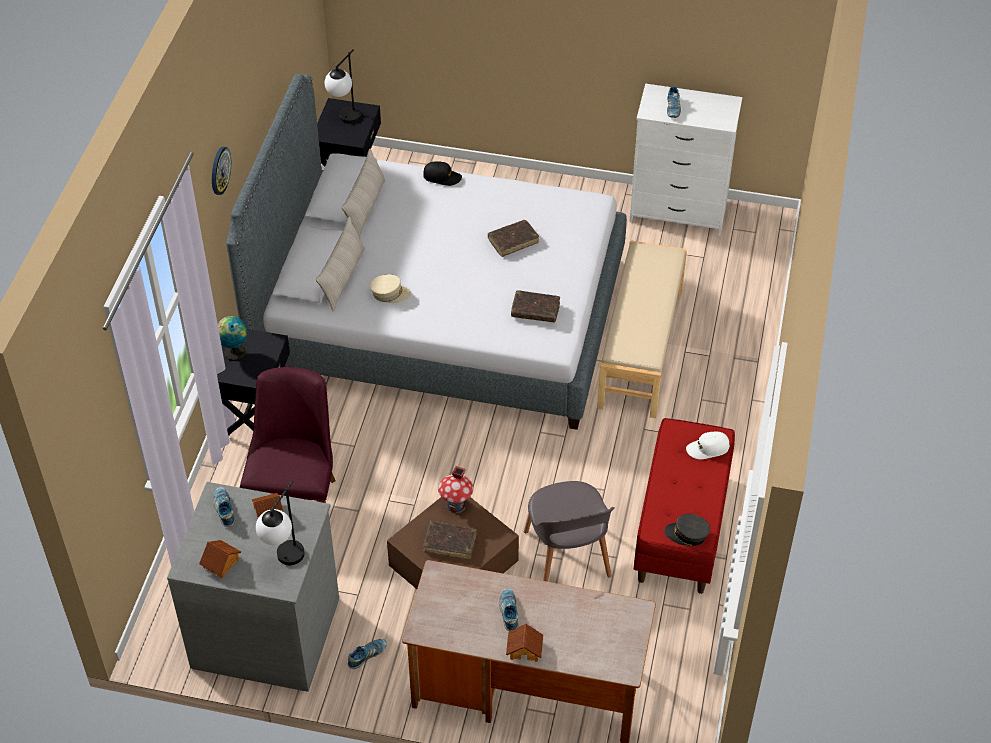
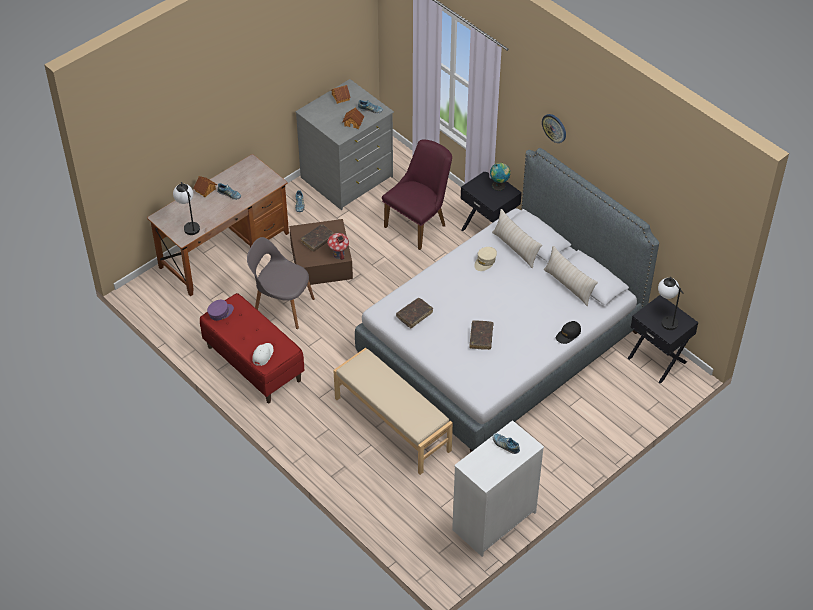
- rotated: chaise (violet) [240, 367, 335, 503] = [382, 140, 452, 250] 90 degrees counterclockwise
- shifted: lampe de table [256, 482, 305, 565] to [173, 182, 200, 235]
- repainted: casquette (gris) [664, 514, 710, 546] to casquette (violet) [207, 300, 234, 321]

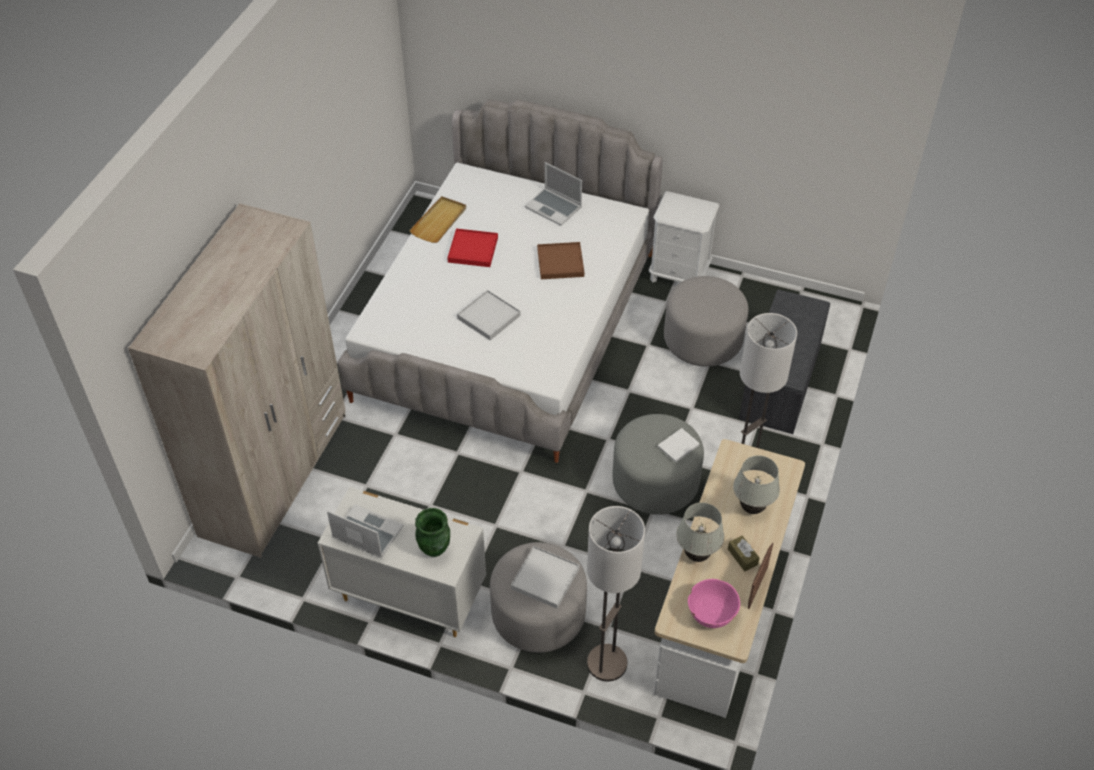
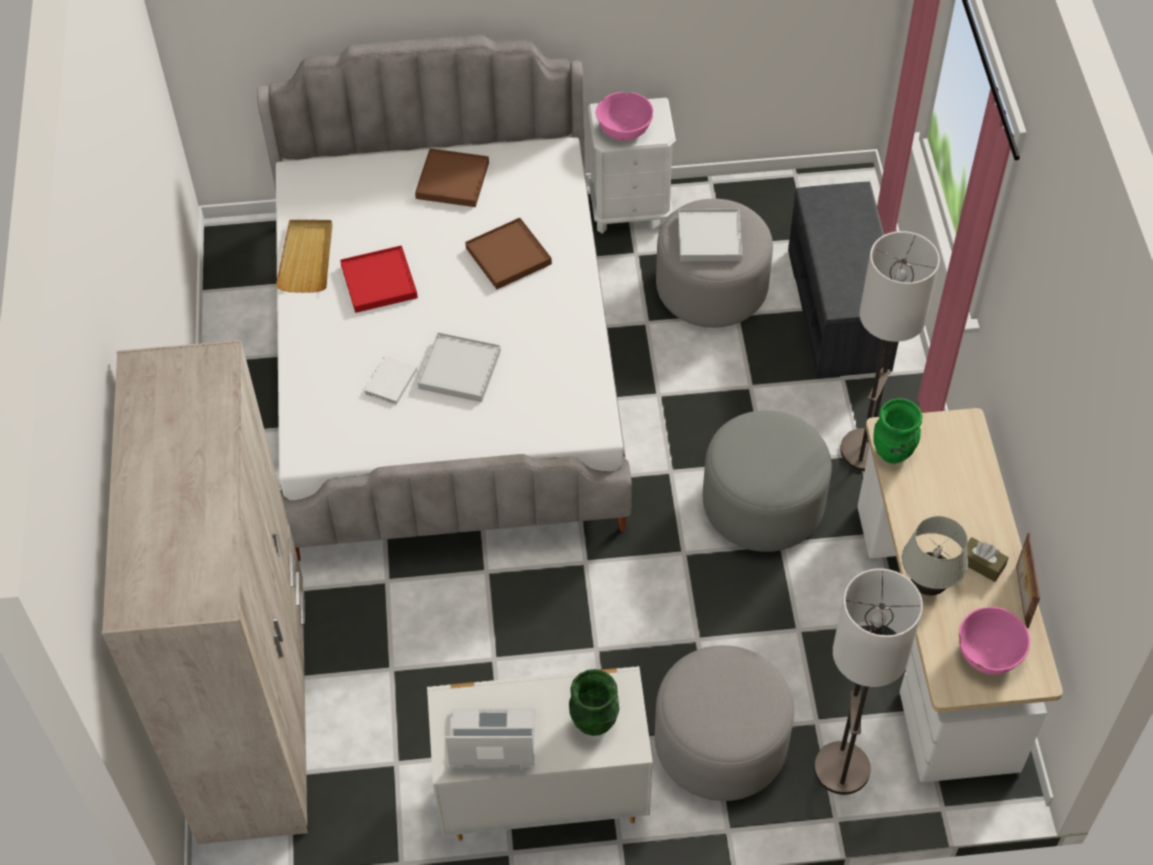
- swapped: ordinateur portable [525, 162, 582, 226] to plateau (marron) [415, 148, 489, 207]
- shifted: livre (blanc) [657, 428, 699, 463] to [364, 355, 417, 405]
- gone: lampe de table (blanc) [733, 455, 780, 514]
- shifted: plateau (blanc) [511, 546, 580, 609] to [678, 209, 742, 261]
- new: bol (rose) [596, 92, 653, 141]
- new: vase (vert) [873, 398, 923, 464]

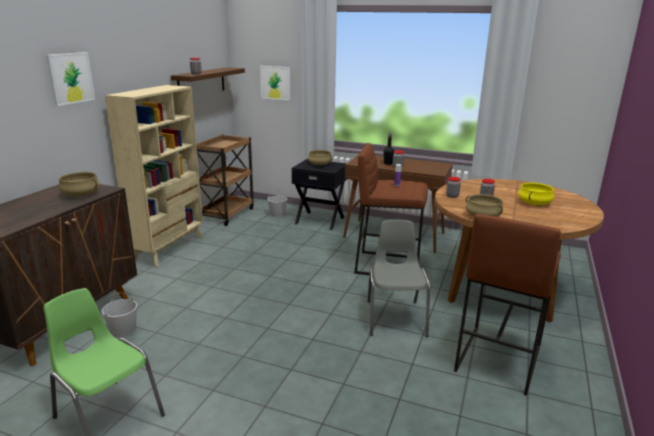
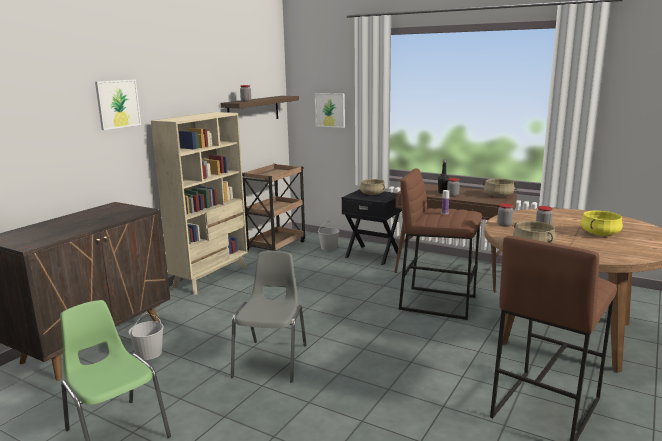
- shifted: marmite (beige) [59, 172, 99, 196] to [483, 179, 518, 197]
- shifted: chaise (gris) [368, 220, 430, 337] to [231, 251, 307, 383]

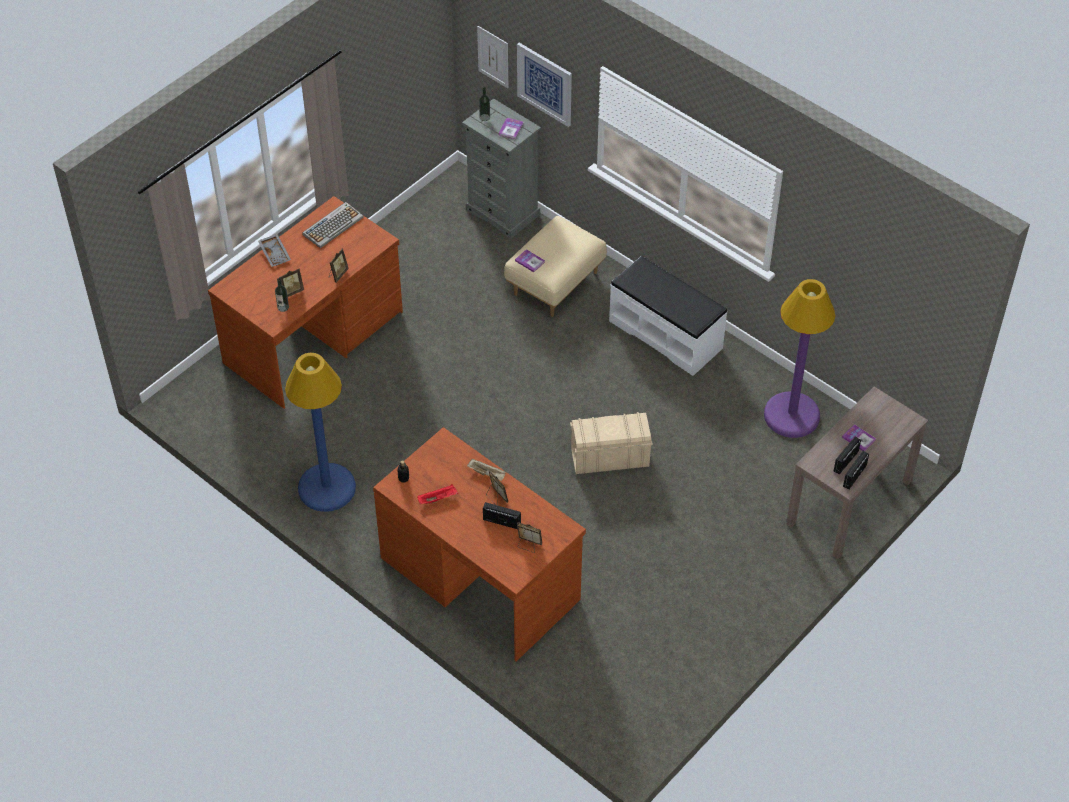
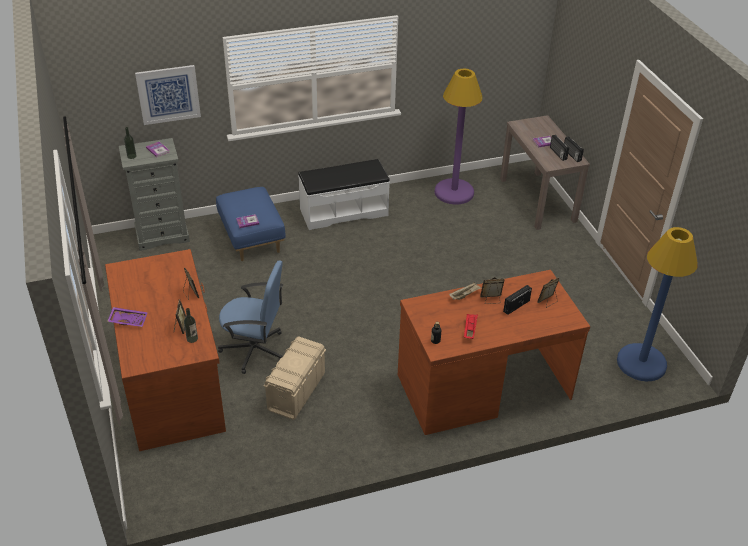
- gone: tableau [477, 26, 508, 88]
- gone: clavier [302, 202, 363, 248]
- repainted: pouf (beige) [504, 216, 607, 317] to pouf (bleu) [216, 187, 286, 261]
- repainted: plateau (gris) [258, 234, 291, 267] to plateau (violet) [107, 307, 148, 327]
- shifted: lampadaire (bleu) [285, 353, 356, 512] to [617, 227, 698, 381]
- shifted: boîte de rangement (beige) [570, 412, 653, 474] to [263, 336, 326, 420]
- new: chaise de bureau (bleu) [218, 261, 283, 374]

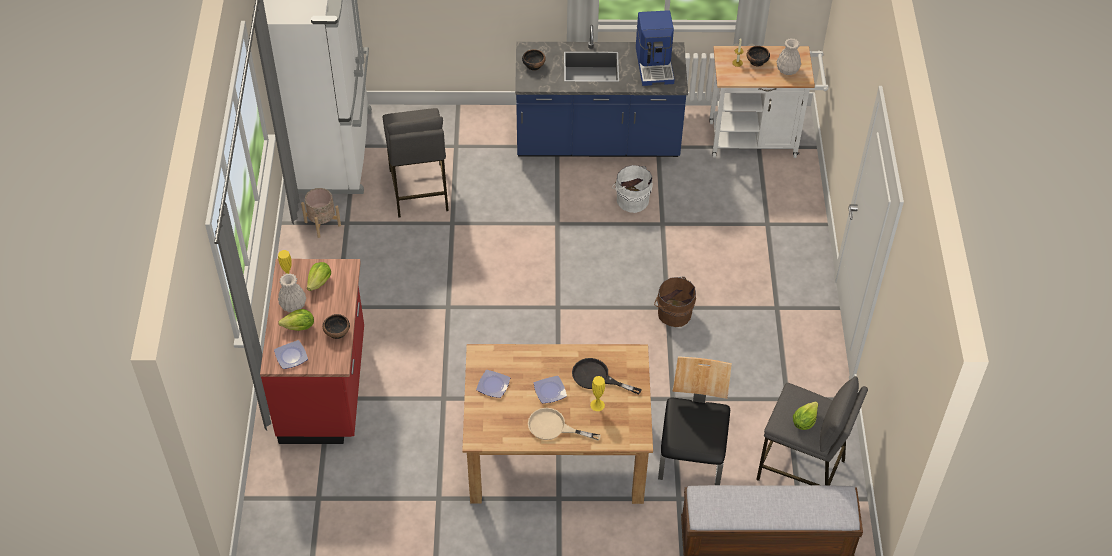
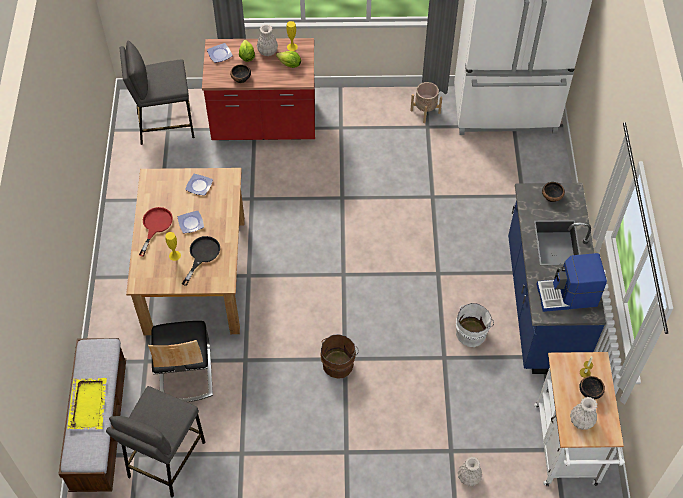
- shifted: tabouret (gris) [382, 108, 449, 218] to [120, 41, 195, 145]
- rotated: chaise [658, 356, 732, 485] = [148, 321, 213, 402] 75 degrees clockwise
- gone: laitue [793, 401, 818, 430]
- repainted: poêle (beige) [528, 408, 601, 441] to poêle (rouge) [139, 207, 173, 256]
- new: plateau (jaune) [67, 378, 107, 429]
- new: vase (blanc) [458, 457, 482, 486]

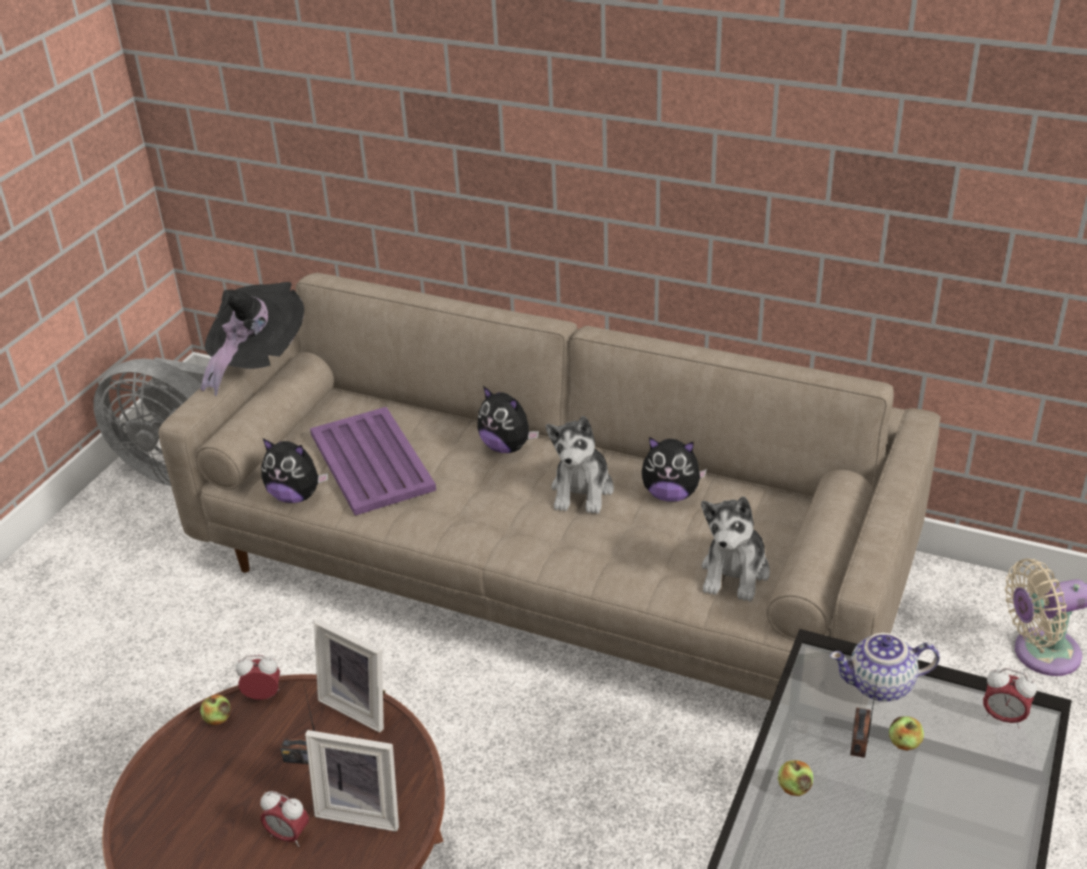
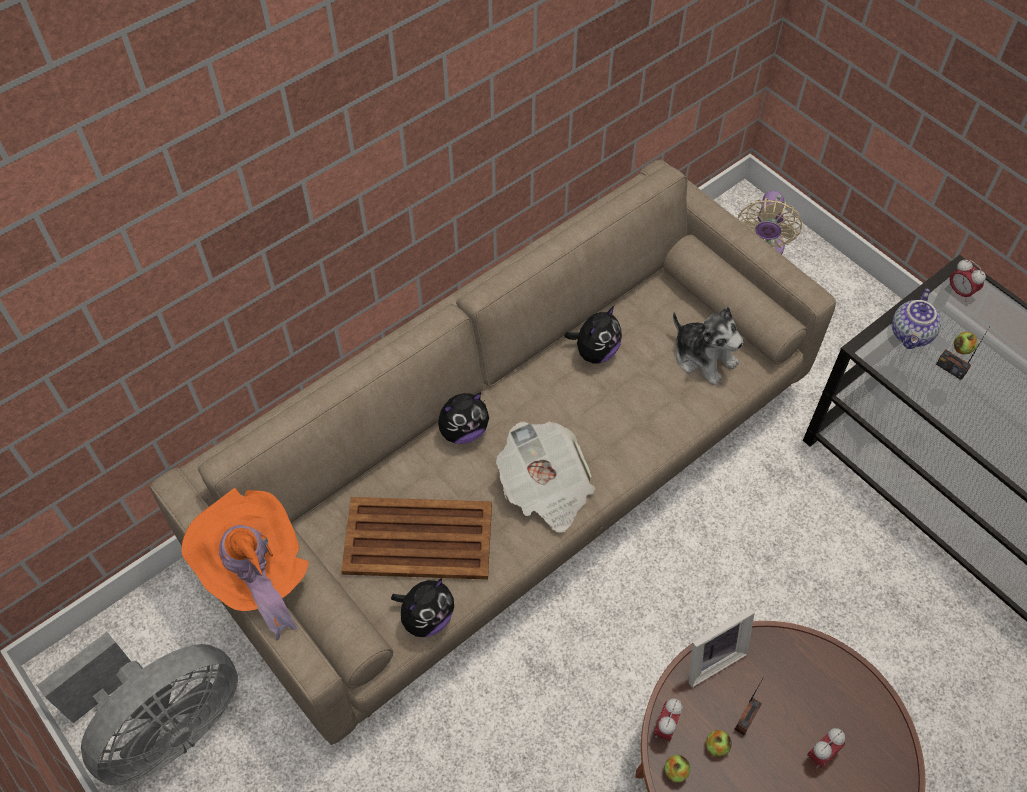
- repainted: chapeau (noir) [200, 282, 304, 396] to chapeau (orange) [181, 488, 309, 641]
- repainted: plateau (violet) [310, 407, 436, 516] to plateau (marron) [341, 497, 492, 580]
- gone: peluche [546, 416, 614, 514]
- rotated: réveil [983, 668, 1037, 729] = [948, 259, 986, 302] 90 degrees clockwise
- gone: cadre photo [305, 730, 399, 832]
- shifted: pomme [778, 760, 813, 796] to [706, 730, 732, 757]
- new: journal [496, 421, 595, 533]

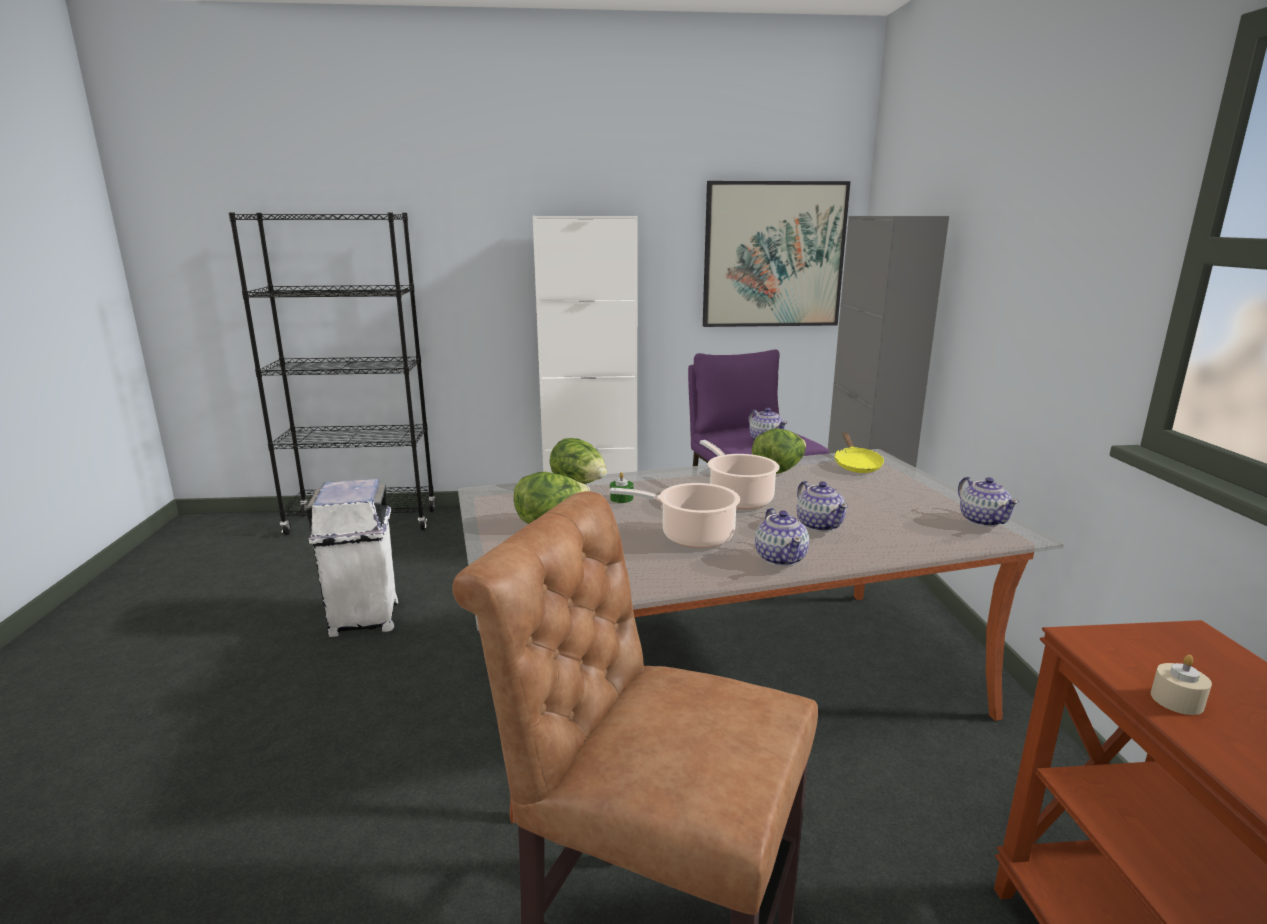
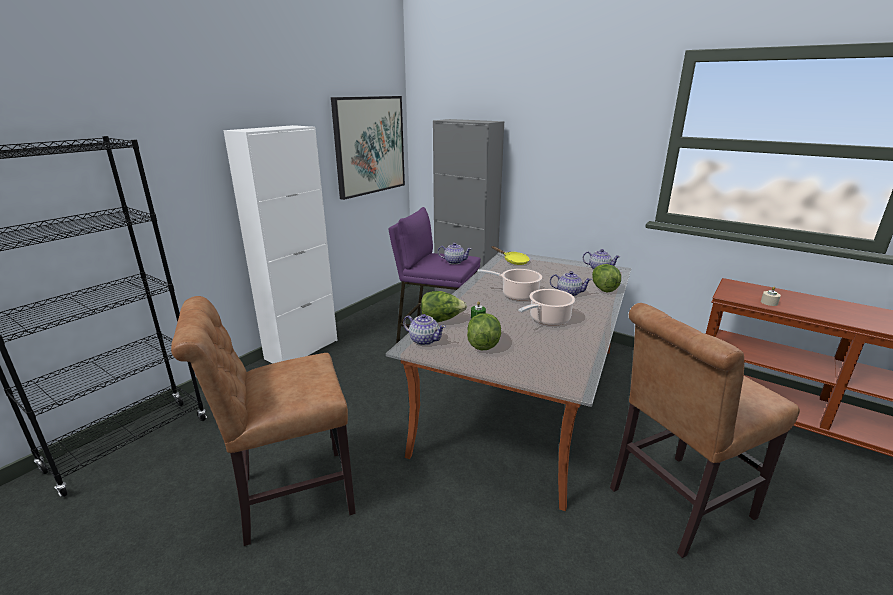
- shifted: laitue [752, 428, 806, 474] to [592, 264, 621, 292]
- swapped: poubelle (blanc) [306, 479, 398, 637] to chaise (marron) [171, 296, 356, 546]
- shifted: théière [755, 508, 809, 566] to [403, 314, 446, 346]

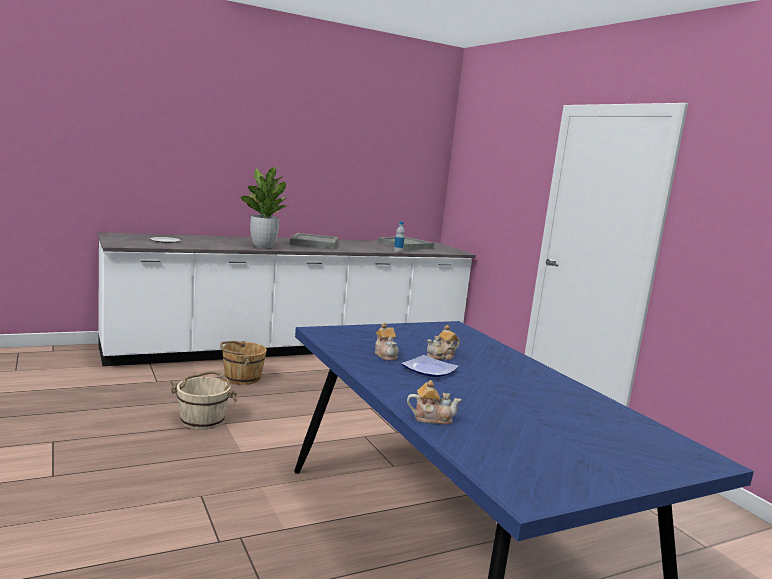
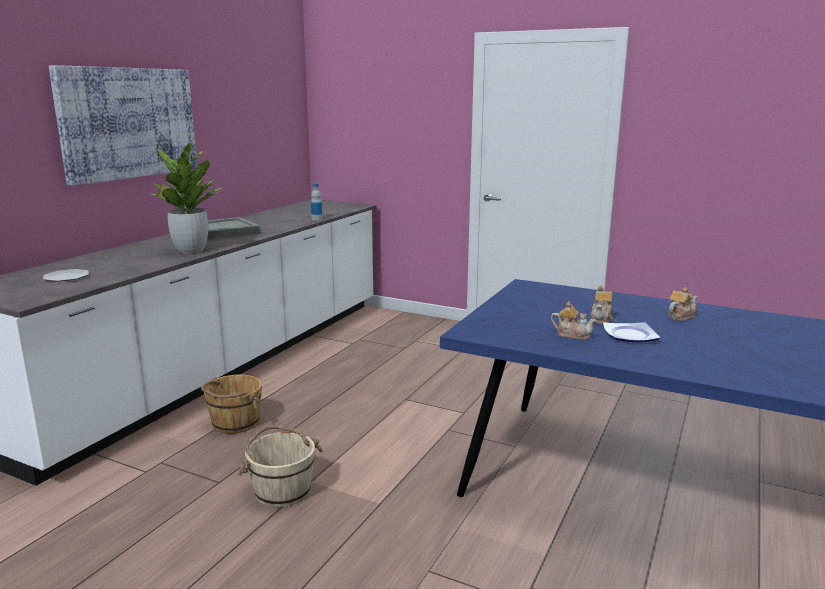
- gone: plateau (gris) [377, 236, 434, 250]
- shifted: théière [407, 380, 462, 425] to [669, 287, 697, 321]
- new: tableau [49, 65, 197, 186]

